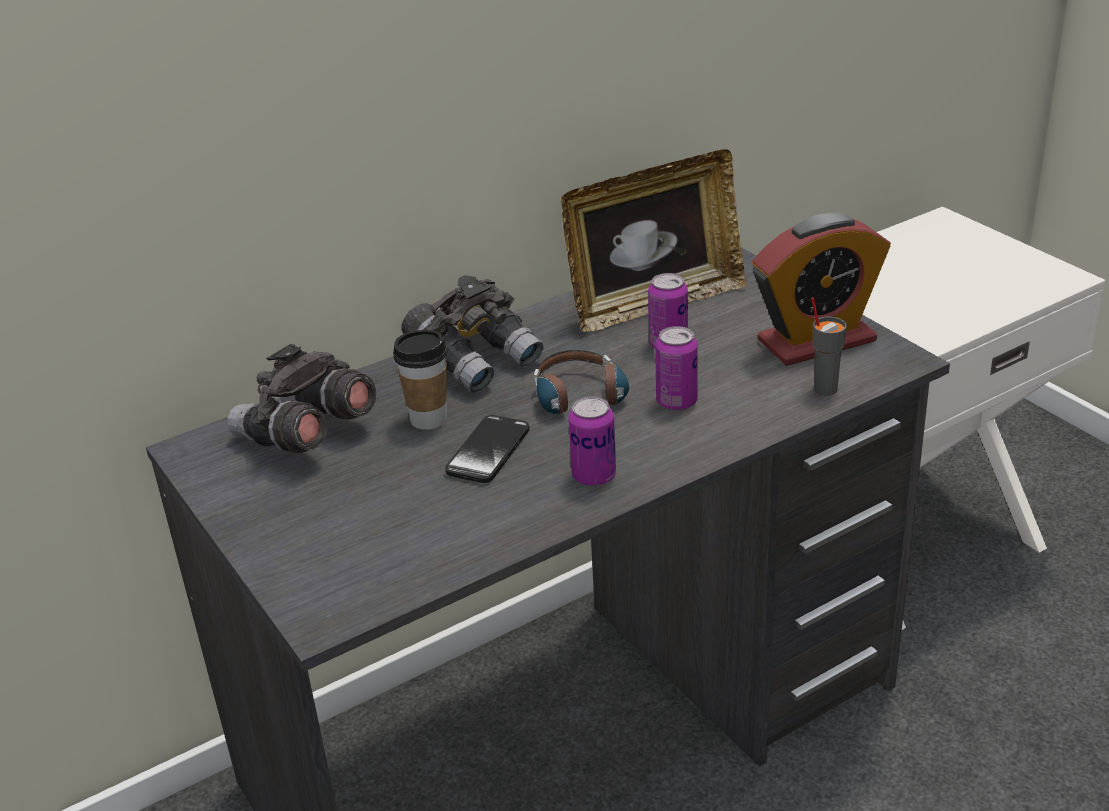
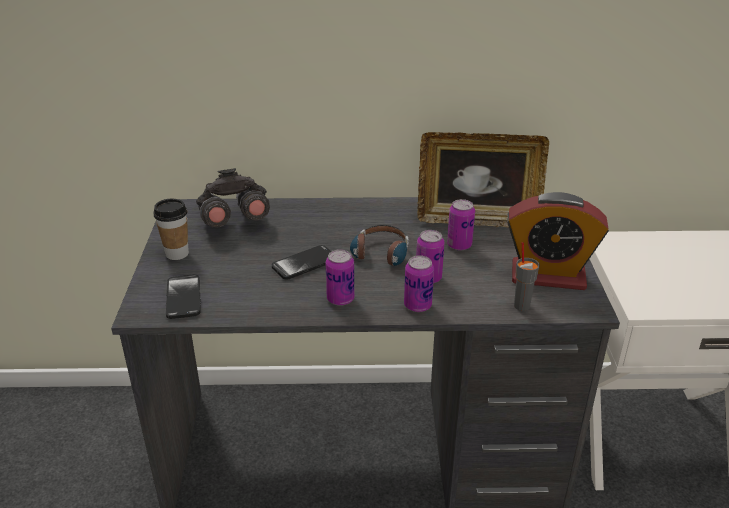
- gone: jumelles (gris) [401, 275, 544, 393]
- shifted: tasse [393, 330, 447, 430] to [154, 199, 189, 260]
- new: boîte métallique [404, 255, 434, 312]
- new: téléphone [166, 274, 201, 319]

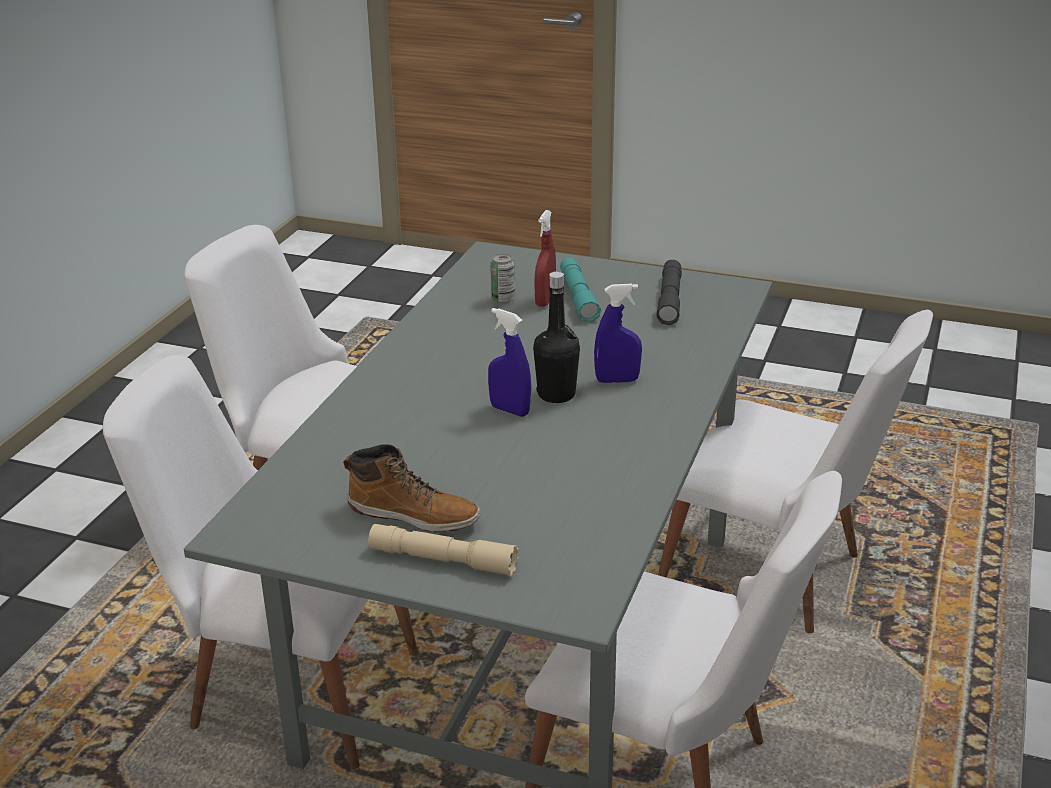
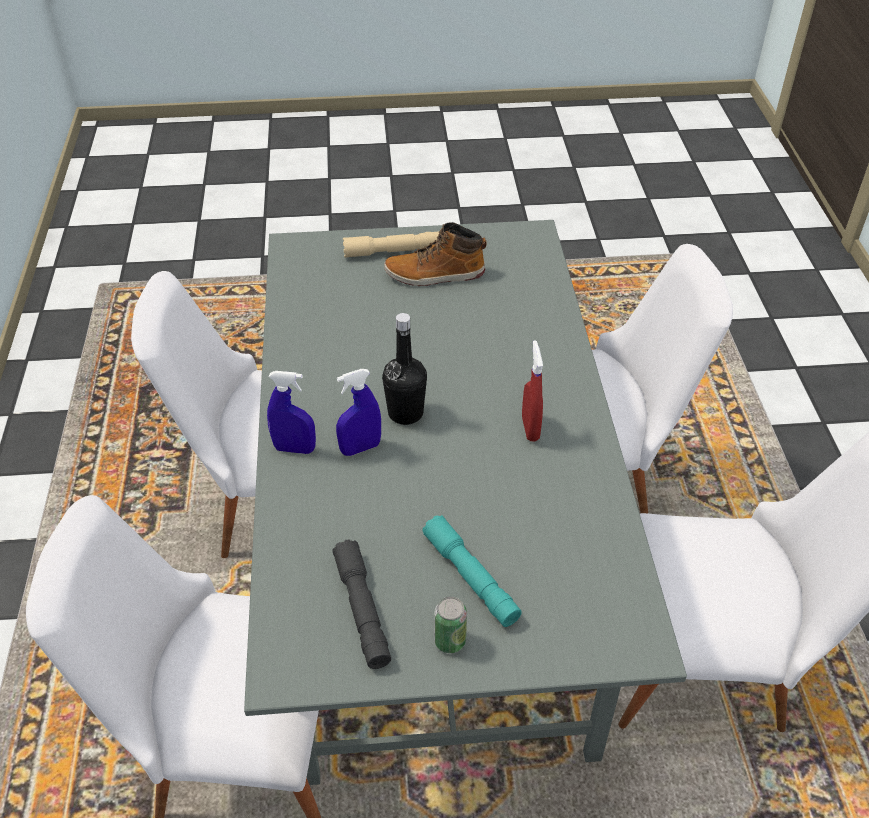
- shifted: vaporisateur (rouge) [535, 210, 556, 307] to [522, 340, 543, 442]
- shifted: boîte métallique [490, 254, 515, 304] to [434, 597, 467, 653]
- shifted: vaporisateur (bleu) [488, 308, 531, 417] to [267, 371, 316, 454]

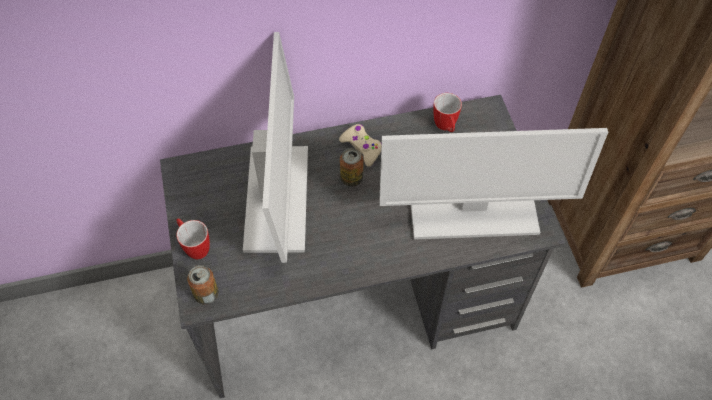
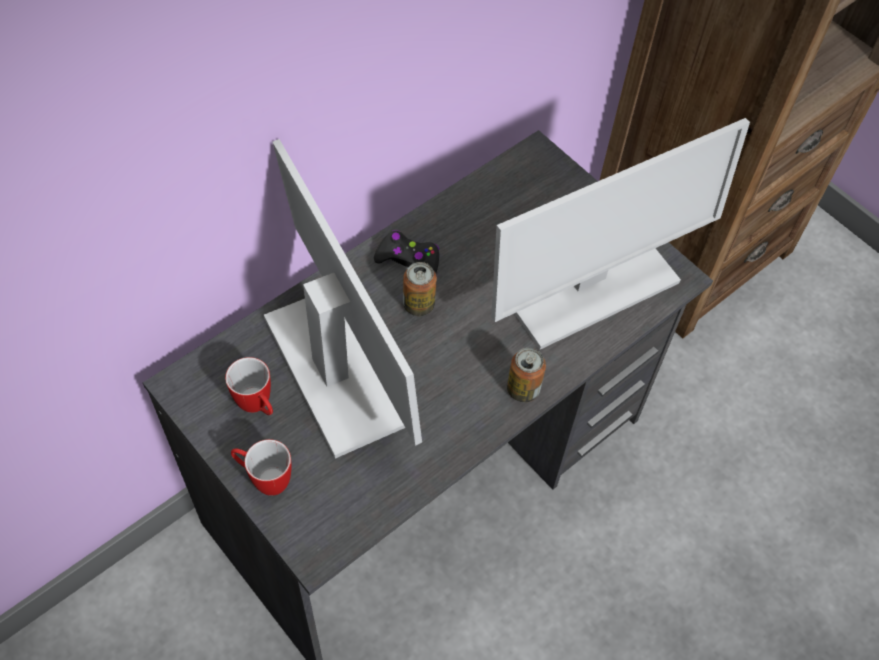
- shifted: mug [433, 93, 462, 132] to [225, 357, 273, 415]
- repainted: manette (beige) [339, 124, 382, 167] to manette (noir) [374, 230, 439, 273]
- shifted: boîte métallique [187, 265, 219, 305] to [507, 348, 546, 402]

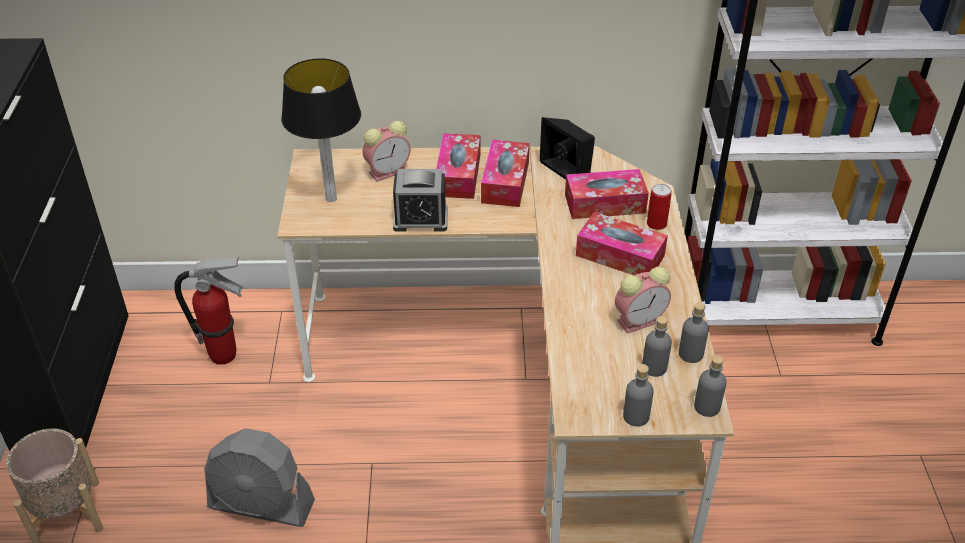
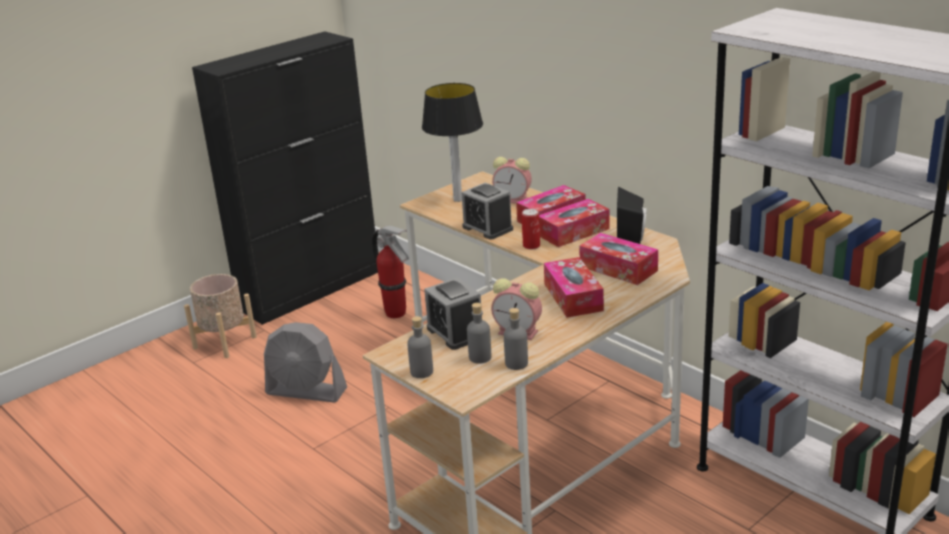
- shifted: boîte métallique [647, 184, 672, 230] to [522, 209, 540, 250]
- gone: bouteille (gris) [694, 355, 727, 417]
- rotated: ventilateur (gris) [204, 428, 315, 527] = [264, 322, 347, 403] 45 degrees counterclockwise
- new: réveil [424, 277, 482, 350]

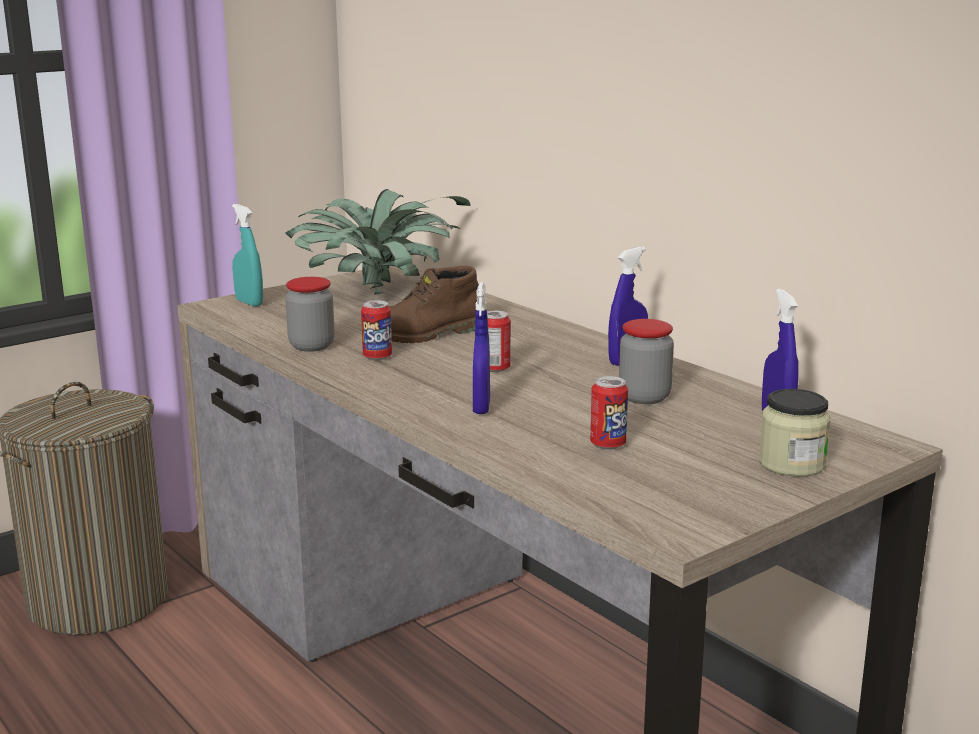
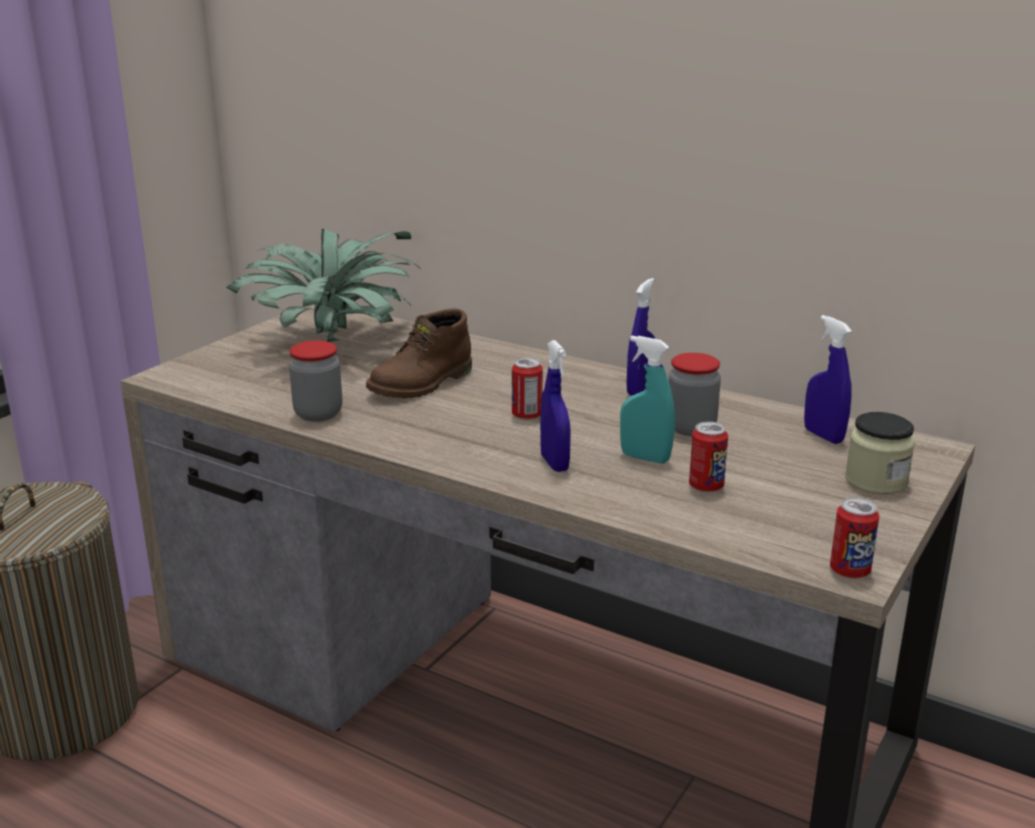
- shifted: vaporisateur (turquoise) [232, 204, 263, 307] to [620, 336, 675, 464]
- shifted: boîte métallique [361, 300, 392, 360] to [830, 498, 879, 579]

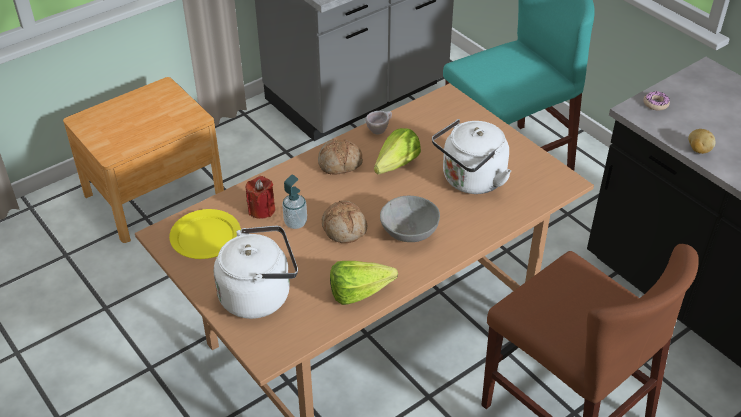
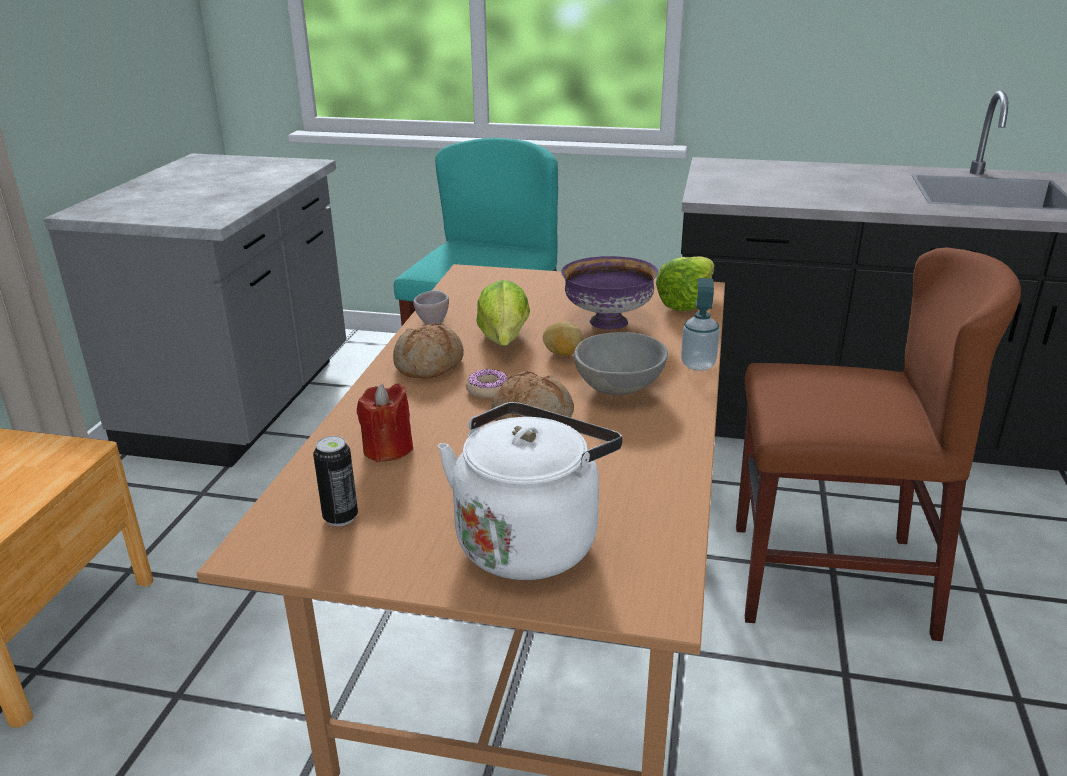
- shifted: beignet [643, 91, 670, 111] to [466, 369, 508, 398]
- swapped: bouilloire (blanc) [432, 119, 511, 194] to bol (violet) [561, 256, 658, 329]
- shifted: pomme de terre [688, 129, 715, 154] to [543, 321, 583, 356]
- shifted: distributeur de savon [282, 175, 307, 229] to [681, 278, 720, 371]
- swapped: assiette (jaune) [169, 209, 241, 259] to boîte métallique [313, 436, 358, 526]
- shifted: laitue [330, 261, 398, 305] to [656, 257, 715, 311]

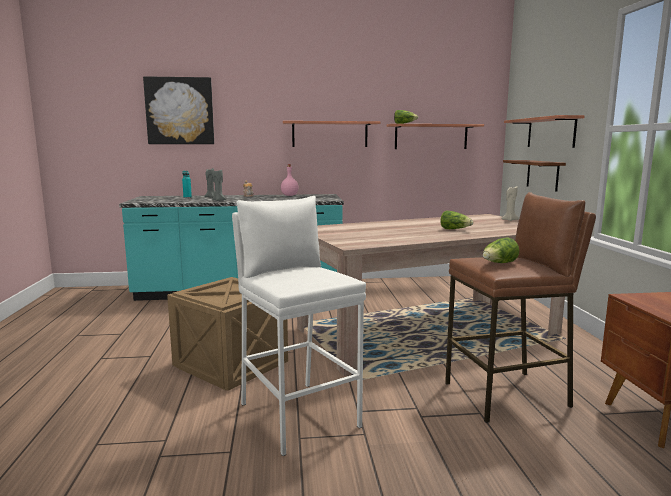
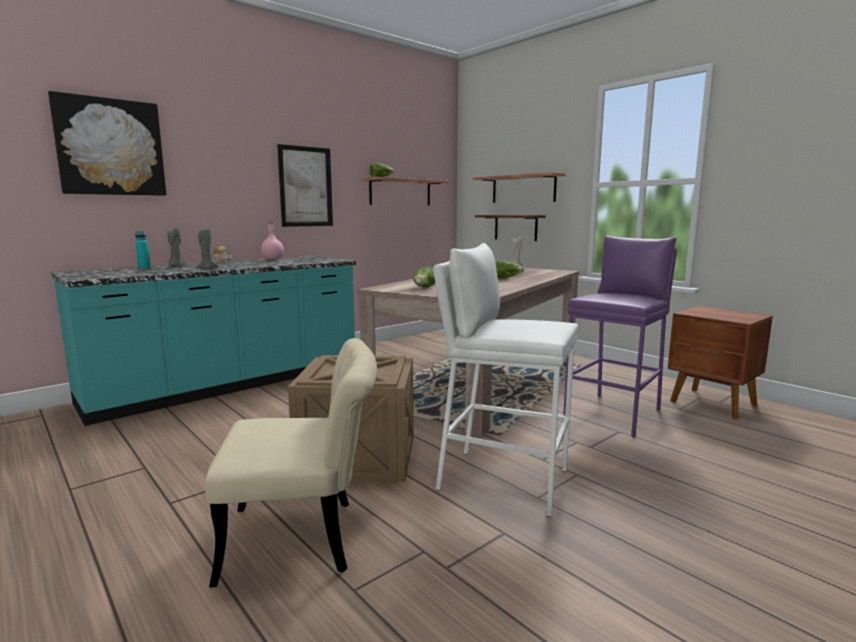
- swapped: étagère [283, 121, 381, 147] to tableau [277, 144, 333, 227]
- repainted: tabouret (marron) [445, 192, 596, 423] to tabouret (violet) [563, 235, 677, 437]
- shifted: laitue [483, 237, 519, 263] to [413, 267, 435, 287]
- new: chaise (beige) [205, 338, 377, 588]

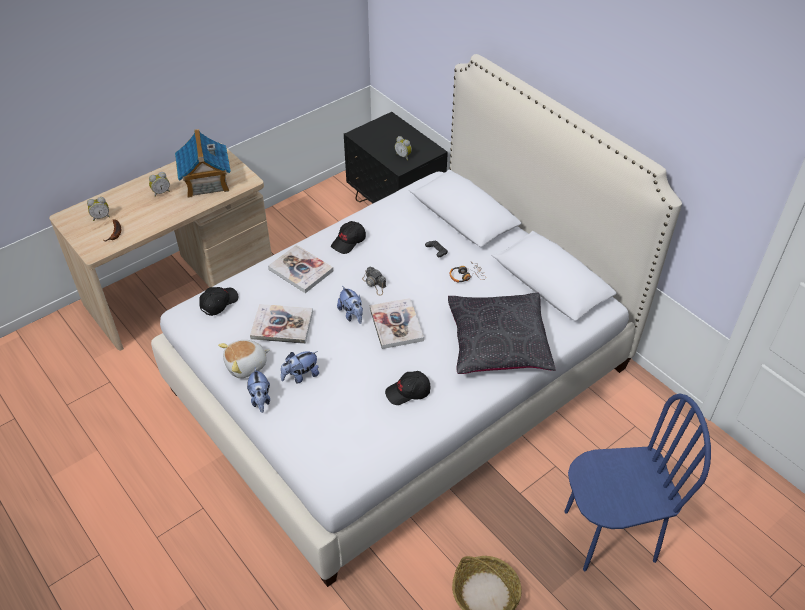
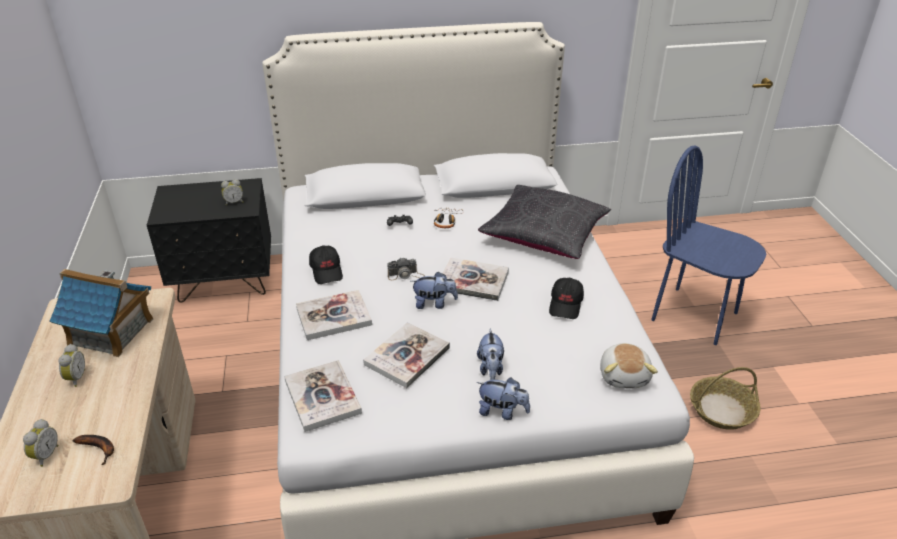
- swapped: casquette (noir) [199, 287, 239, 316] to livre [284, 360, 362, 432]
- shifted: peluche [218, 340, 270, 378] to [600, 343, 658, 388]
- rotated: chaise (bleu) [564, 393, 711, 571] = [651, 145, 767, 345] 75 degrees counterclockwise

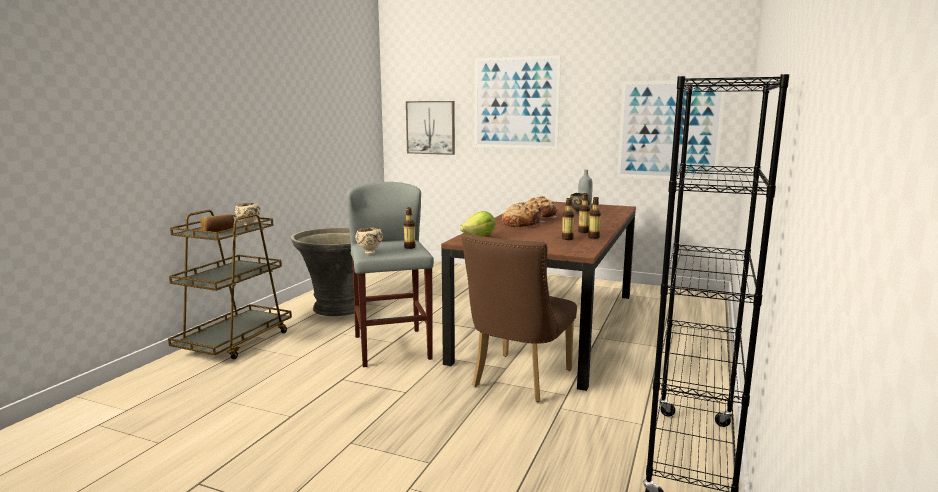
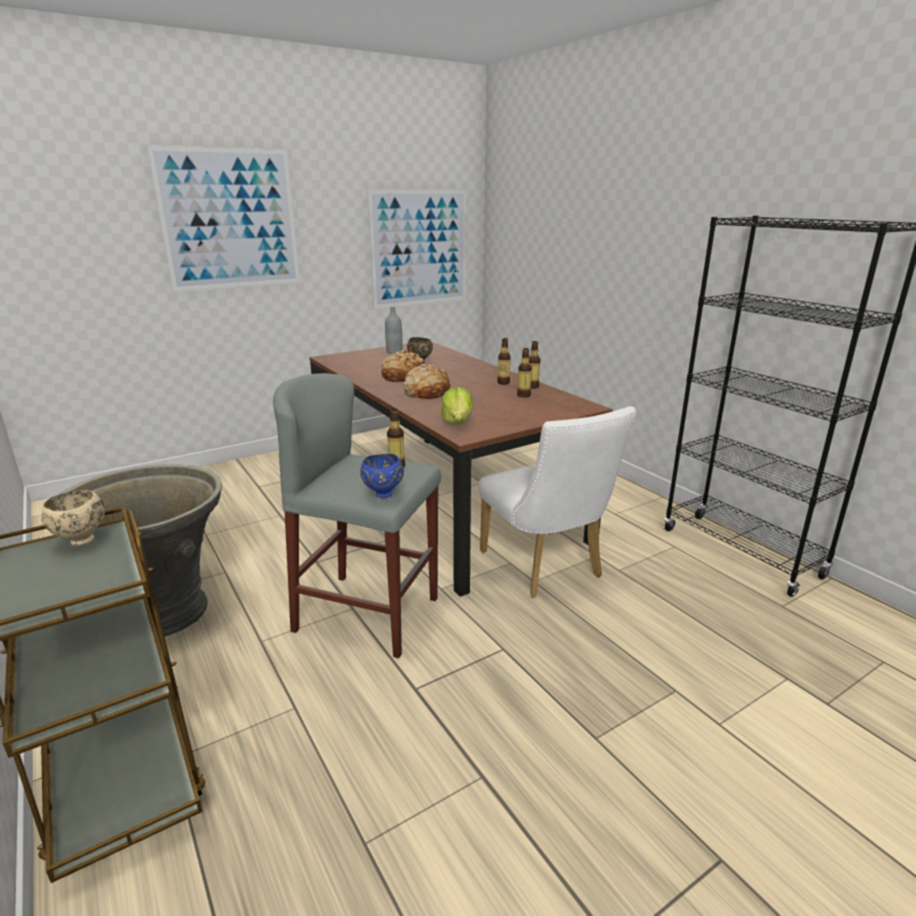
- gone: tableau [406, 101, 455, 155]
- gone: pain [200, 214, 235, 232]
- repainted: bol (beige) [355, 227, 383, 254] to bol (bleu) [360, 454, 404, 498]
- repainted: chaise (marron) [462, 233, 577, 402] to chaise (blanc) [479, 406, 636, 598]

